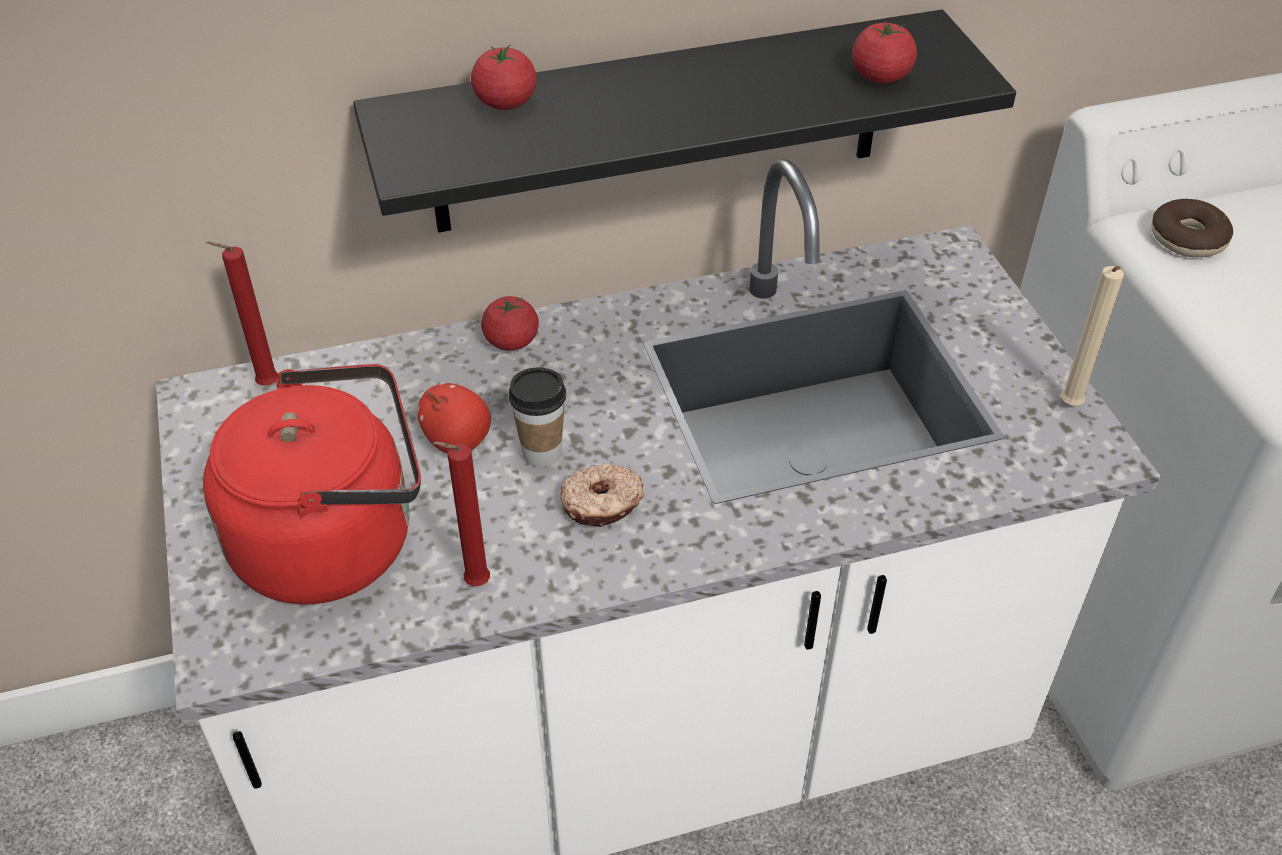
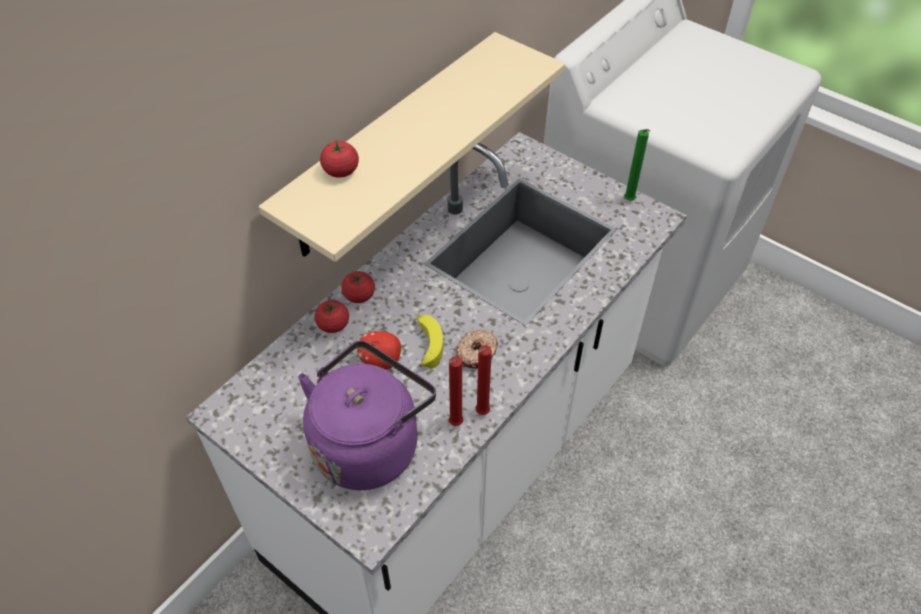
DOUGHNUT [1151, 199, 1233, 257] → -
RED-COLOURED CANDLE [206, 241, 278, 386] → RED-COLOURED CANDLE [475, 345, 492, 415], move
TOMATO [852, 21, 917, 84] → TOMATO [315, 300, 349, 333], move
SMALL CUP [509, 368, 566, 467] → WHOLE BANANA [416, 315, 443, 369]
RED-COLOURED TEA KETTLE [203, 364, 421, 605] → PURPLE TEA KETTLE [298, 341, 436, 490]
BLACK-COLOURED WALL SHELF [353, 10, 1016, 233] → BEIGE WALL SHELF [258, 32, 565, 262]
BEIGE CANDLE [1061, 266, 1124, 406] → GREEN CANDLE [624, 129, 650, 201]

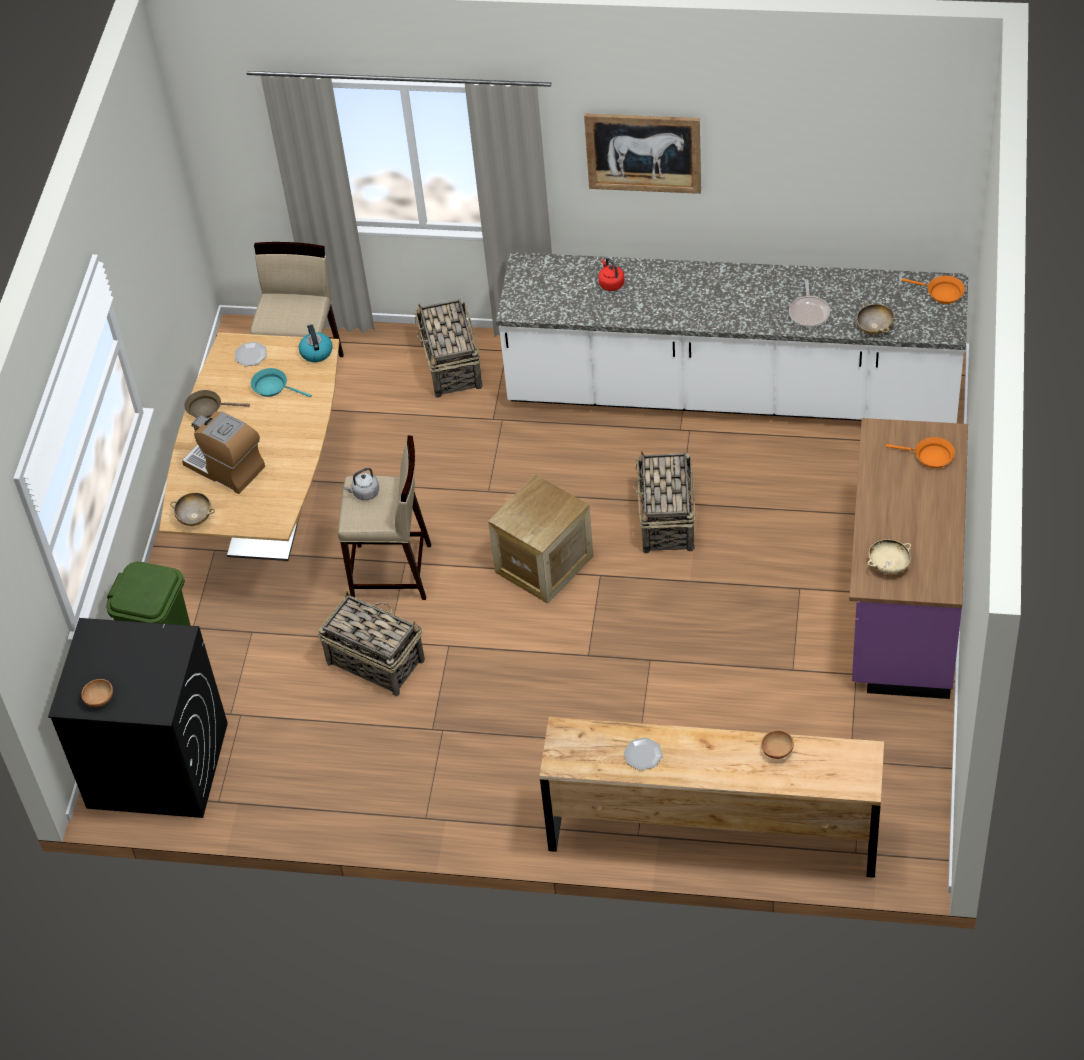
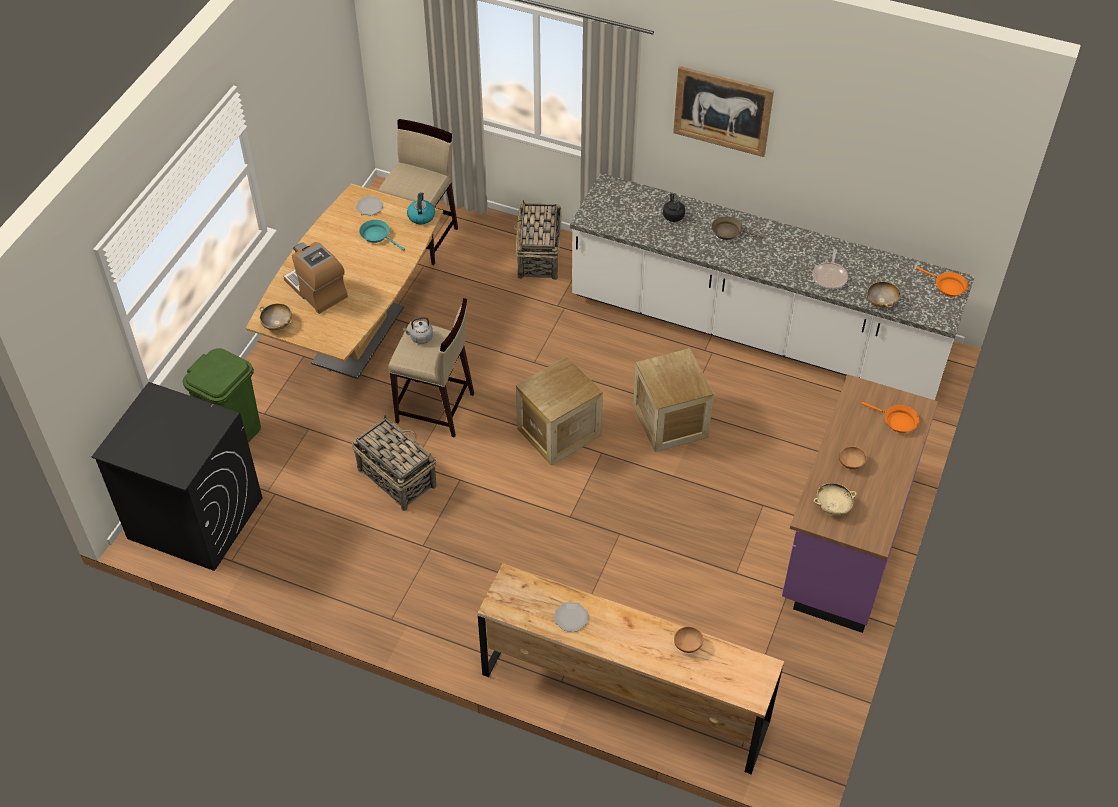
BROWNISH DEEP DISH [81, 679, 113, 707] → BROWNISH DEEP DISH [839, 446, 867, 470], move
BROWNISH SKILLET [184, 390, 250, 418] → BROWNISH SKILLET [712, 216, 765, 240], move
BASKET [633, 452, 695, 553] → PACKING CRATE [633, 348, 714, 452]
RED-COLOURED TEA KETTLE [598, 258, 625, 291] → BLACK-COLOURED TEA KETTLE [663, 193, 685, 222]

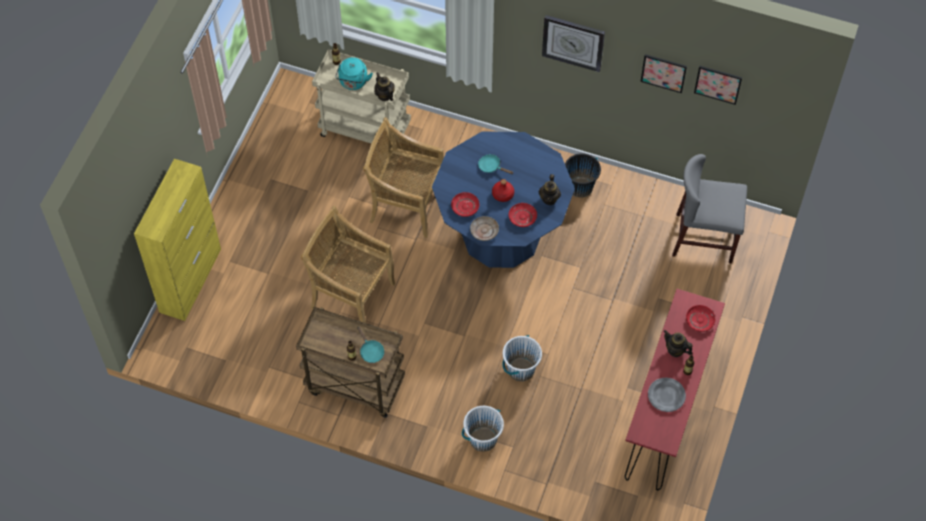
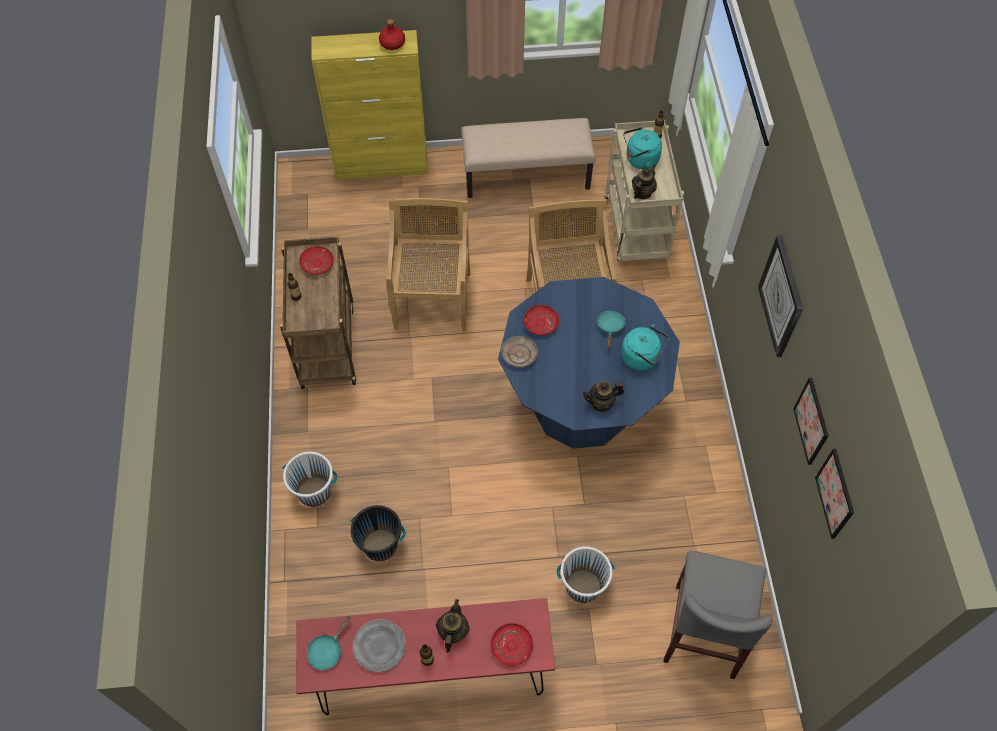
- → BEIGE LONG SEAT [461, 118, 596, 198]
- → BLUE-GREEN TEA KETTLE [621, 324, 669, 371]
BLUE-GREEN SKILLET [357, 326, 384, 363] → BLUE-GREEN SKILLET [307, 615, 351, 670], move
RED-COLOURED DRINK BOTTLE [492, 179, 514, 202] → RED-COLOURED DRINK BOTTLE [379, 19, 405, 50], move
WHITE-COLOURED PAIL [502, 335, 542, 381] → WHITE-COLOURED PAIL [557, 546, 615, 603], move
RED-COLOURED DINNER PLATE [509, 203, 537, 227] → RED-COLOURED DINNER PLATE [299, 246, 334, 275], move
BLACK-COLOURED PAIL [565, 153, 601, 198] → BLACK-COLOURED PAIL [350, 505, 406, 561], move
GRAY CHAIR [672, 154, 747, 264] → GRAY CHAIR [663, 550, 773, 679], 150 degrees counterclockwise

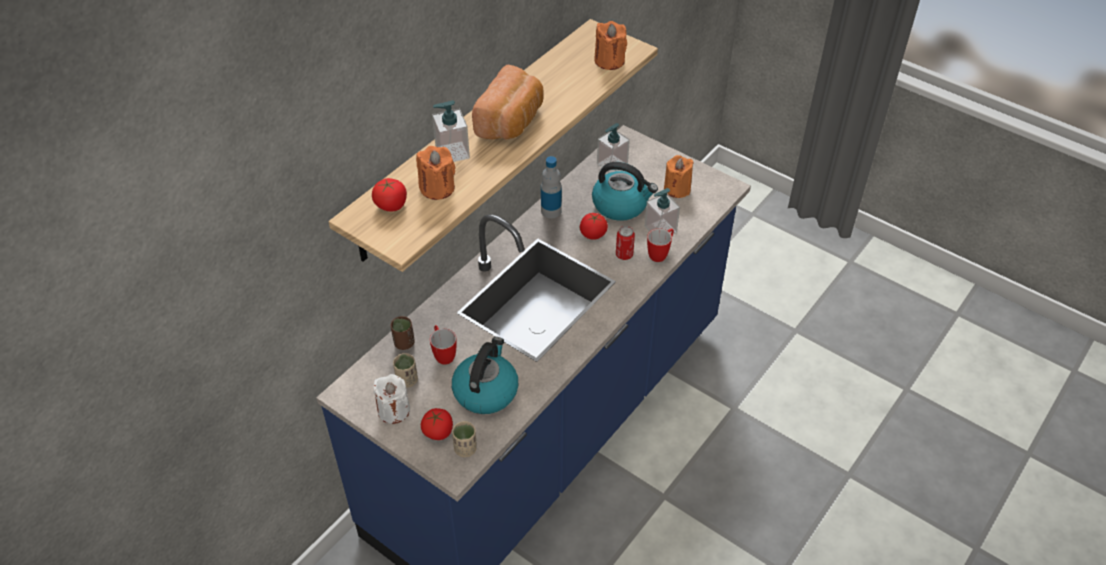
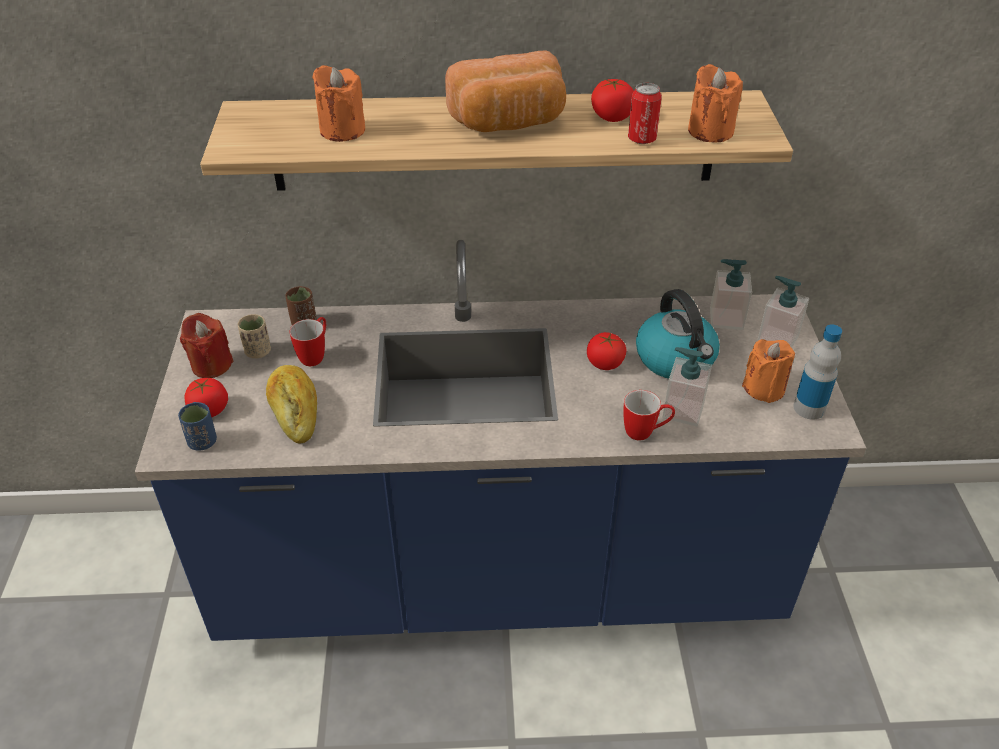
TOMATO [372, 178, 407, 212] → TOMATO [591, 79, 634, 122], move
LIQUID SOAP BOTTLE [432, 100, 470, 162] → LIQUID SOAP BOTTLE [757, 276, 809, 348], move
DRINK BOTTLE [541, 156, 562, 218] → DRINK BOTTLE [793, 324, 842, 420], move
METAL CAN [616, 226, 635, 260] → METAL CAN [628, 83, 662, 144], move
TEA KETTLE [452, 337, 518, 414] → BREAD [266, 365, 317, 444]
WHITE-COLOURED CANDLE [374, 374, 410, 424] → RED-COLOURED CANDLE [180, 313, 234, 378]
BEIGE SMALL CUP [452, 421, 477, 457] → BLUISH SMALL CUP [178, 402, 217, 451]

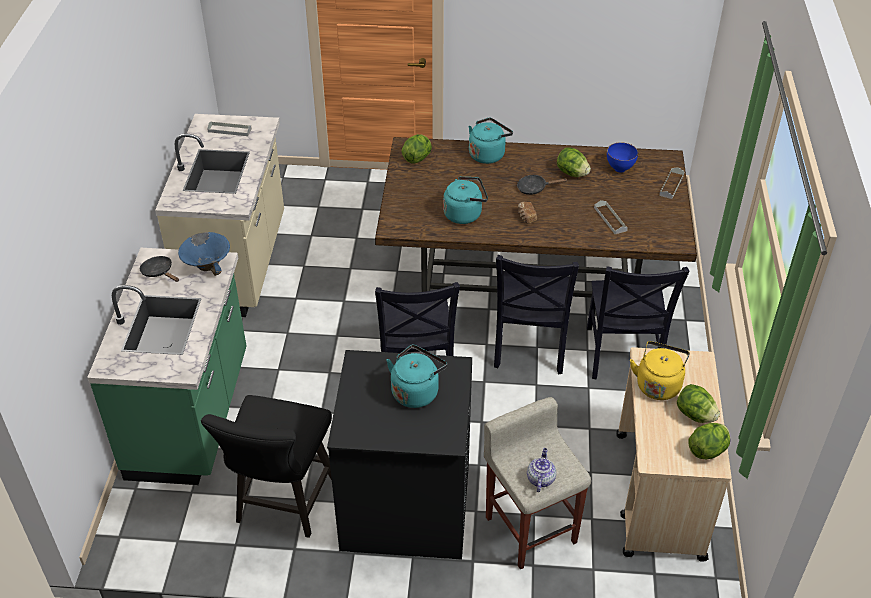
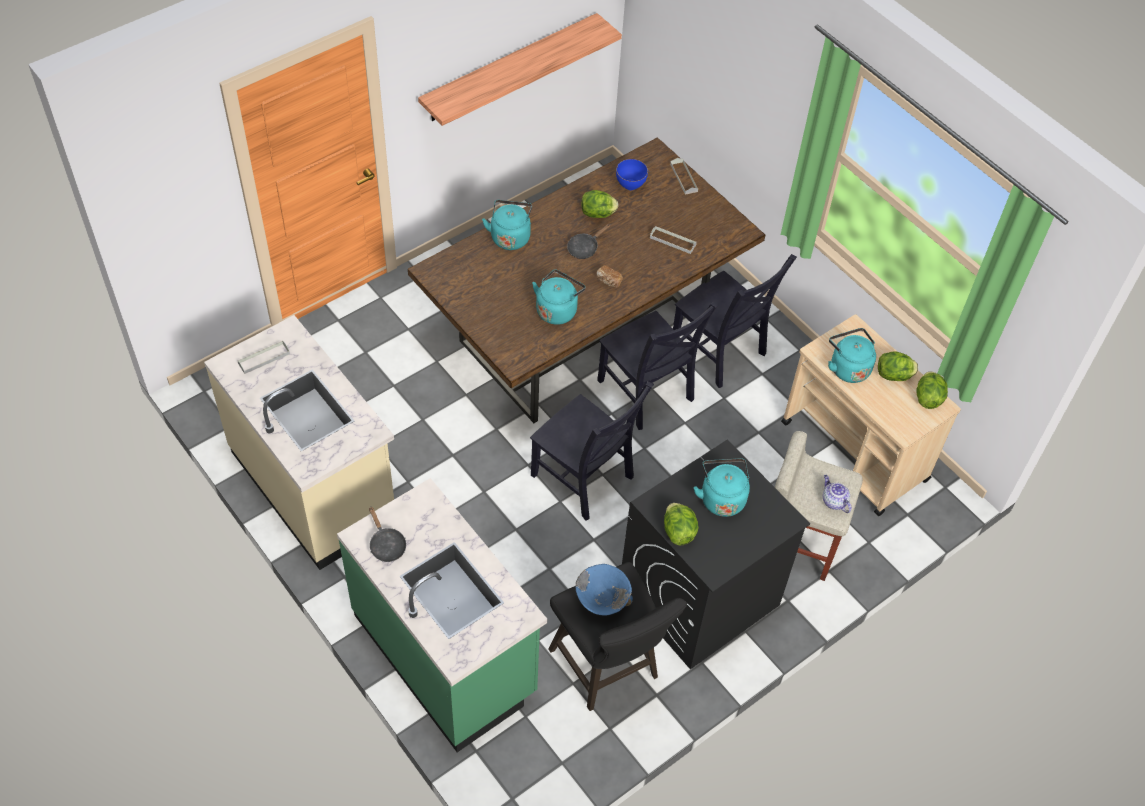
- → WALL SHELF [418, 13, 622, 126]
BLUISH DEEP DISH [178, 232, 230, 276] → BLUISH DEEP DISH [575, 564, 633, 616], move
LETTUCE HEAD [401, 134, 432, 164] → LETTUCE HEAD [664, 503, 699, 545], move
YELLOWISH TEA KETTLE [630, 341, 690, 400] → BLUE-GREEN TEA KETTLE [828, 328, 876, 383]
BLACK-COLOURED SKILLET [140, 256, 179, 282] → BLACK-COLOURED SKILLET [369, 506, 406, 562], 120 degrees counterclockwise

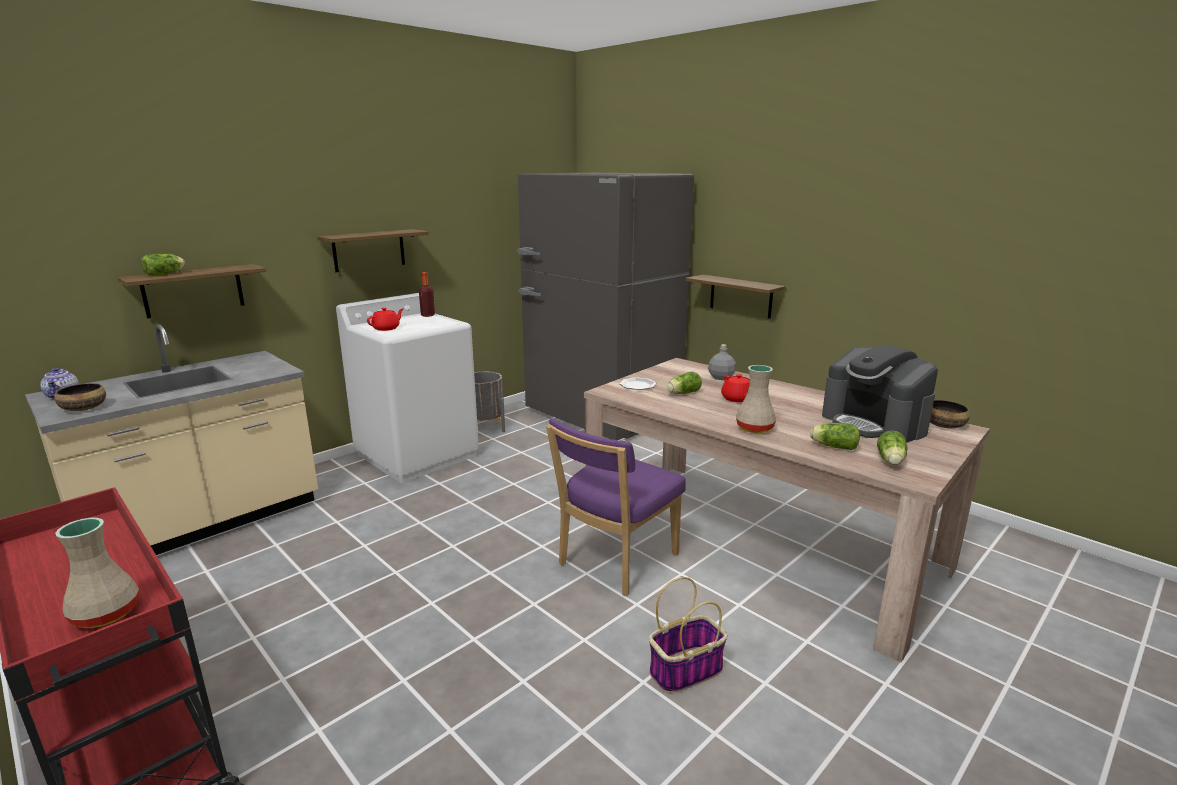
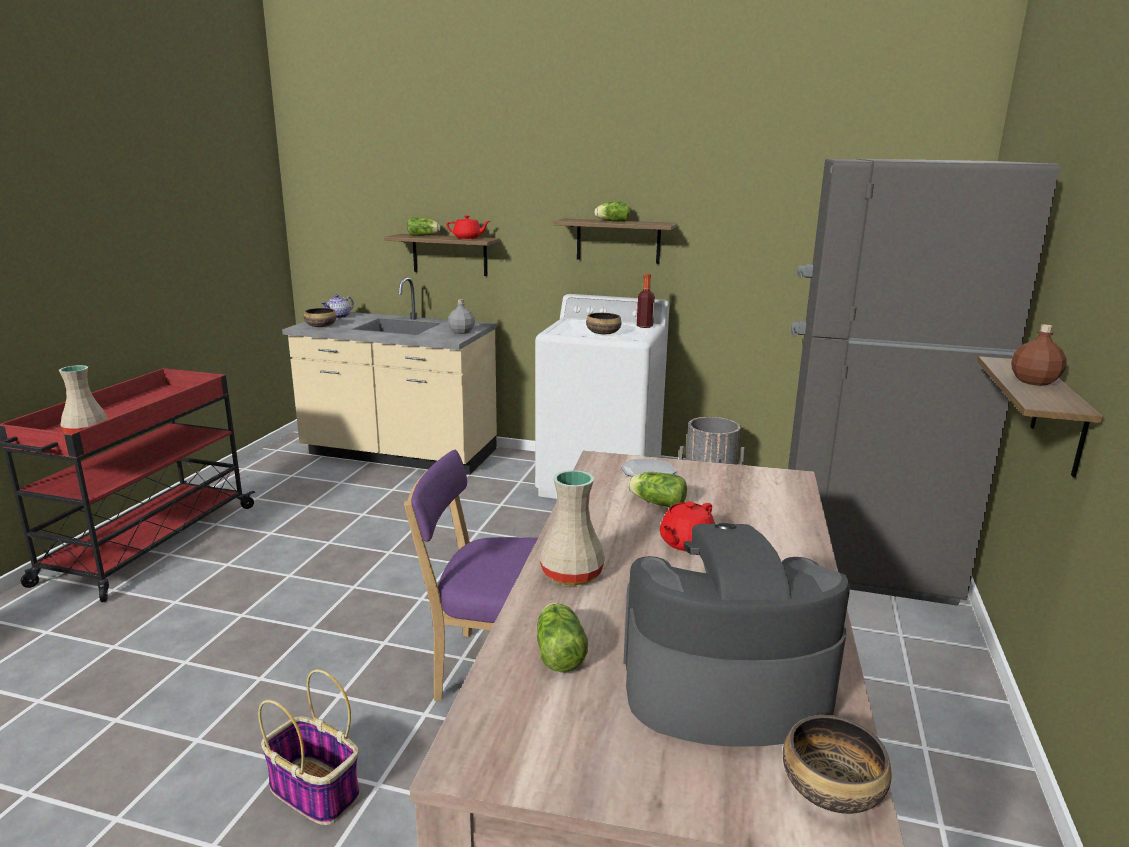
- → DEEP DISH [586, 313, 622, 334]
- → BROWNISH DRINK BOTTLE [1011, 324, 1067, 386]
RED-COLOURED TEAPOT [367, 308, 404, 331] → RED-COLOURED TEAPOT [446, 215, 490, 239], move
GRAY DRINK BOTTLE [708, 344, 736, 380] → GRAY DRINK BOTTLE [448, 299, 475, 334], move
LETTUCE HEAD [877, 431, 907, 465] → LETTUCE HEAD [595, 202, 630, 222], move
COFFEE BREWER [822, 345, 938, 443] → COFFEE BREWER [623, 523, 850, 746], 60 degrees clockwise

